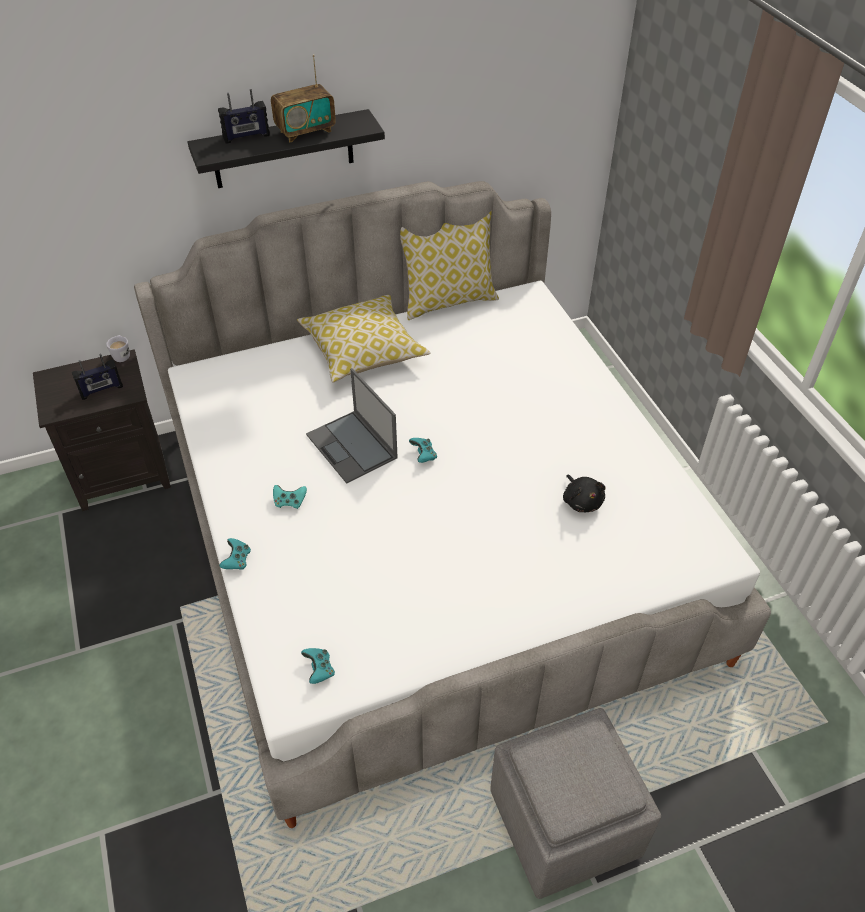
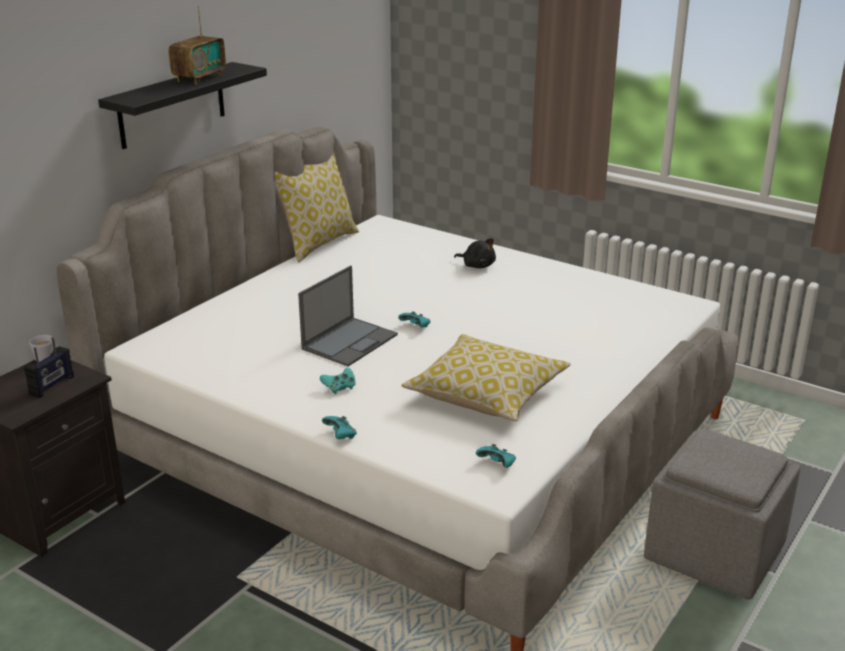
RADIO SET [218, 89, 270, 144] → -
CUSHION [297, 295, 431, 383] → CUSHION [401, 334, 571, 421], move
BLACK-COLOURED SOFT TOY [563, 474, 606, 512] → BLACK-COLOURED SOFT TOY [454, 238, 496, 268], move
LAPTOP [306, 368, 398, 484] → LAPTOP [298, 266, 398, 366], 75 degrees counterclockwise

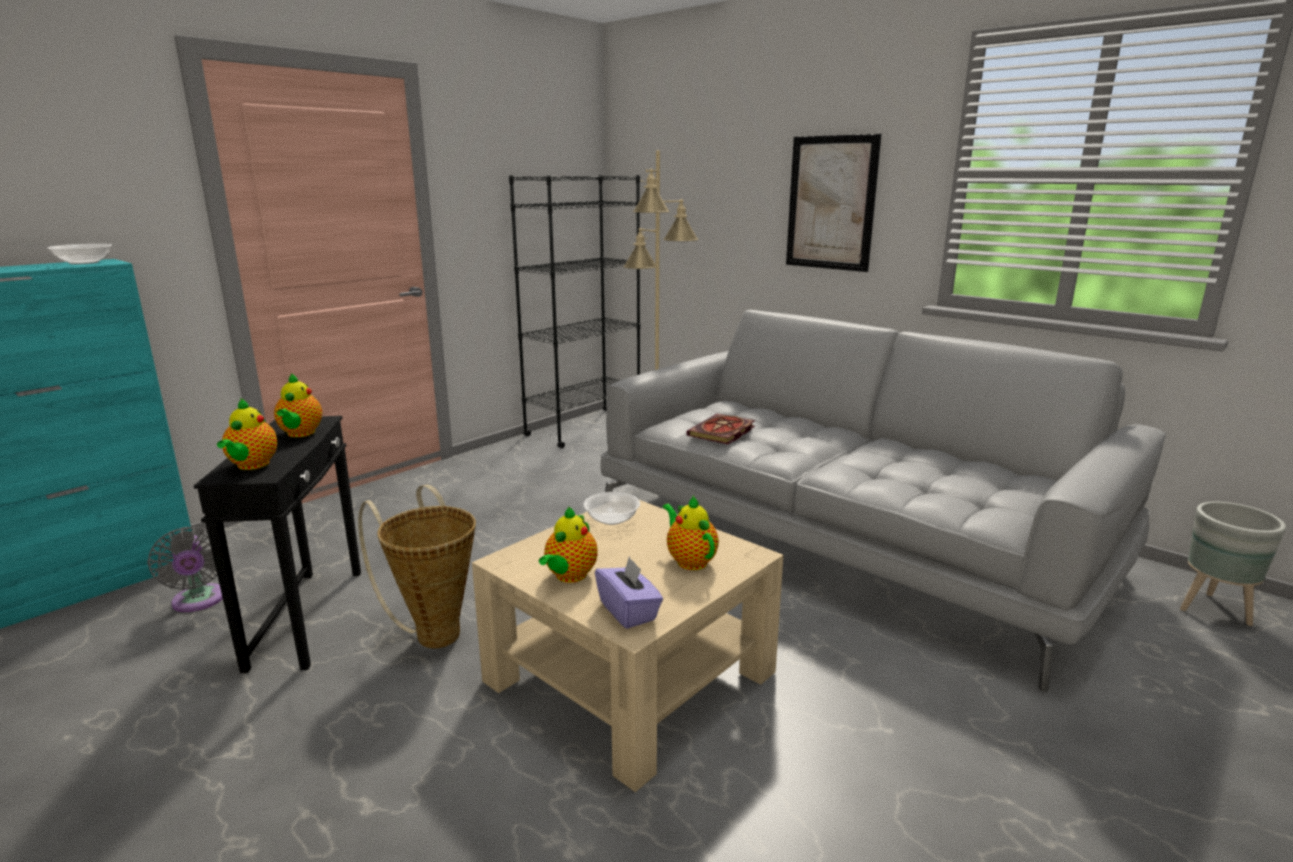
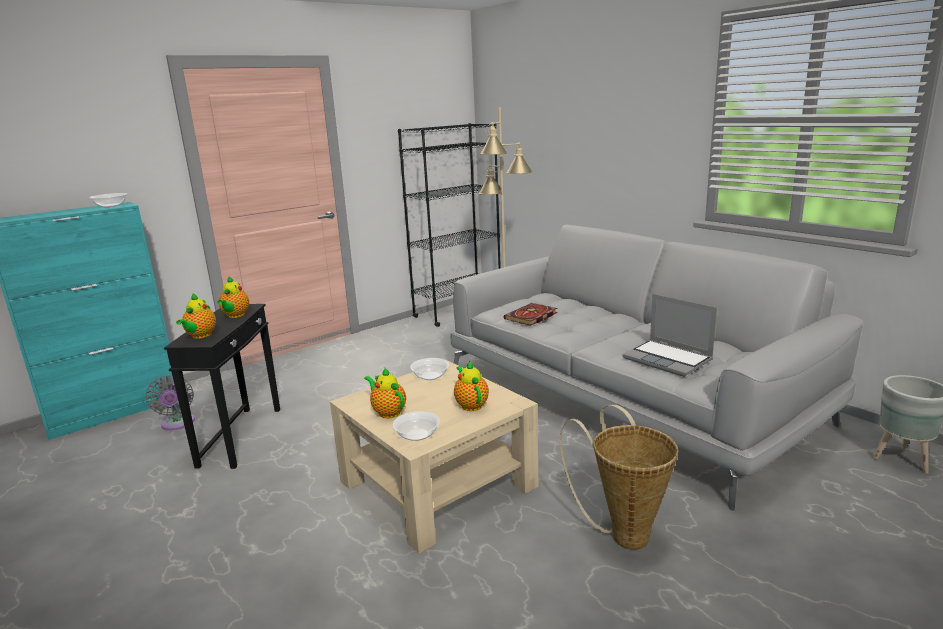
PICTURE [786, 134, 881, 272] → -
- → LAPTOP [623, 294, 717, 377]
BASKET [358, 485, 476, 648] → BASKET [560, 405, 678, 550], move
PURPLE TISSUE BOX [595, 557, 663, 629] → DEEP DISH [393, 411, 440, 441]
TEAPOT [539, 507, 598, 583] → TEAPOT [364, 367, 406, 418], 105 degrees clockwise

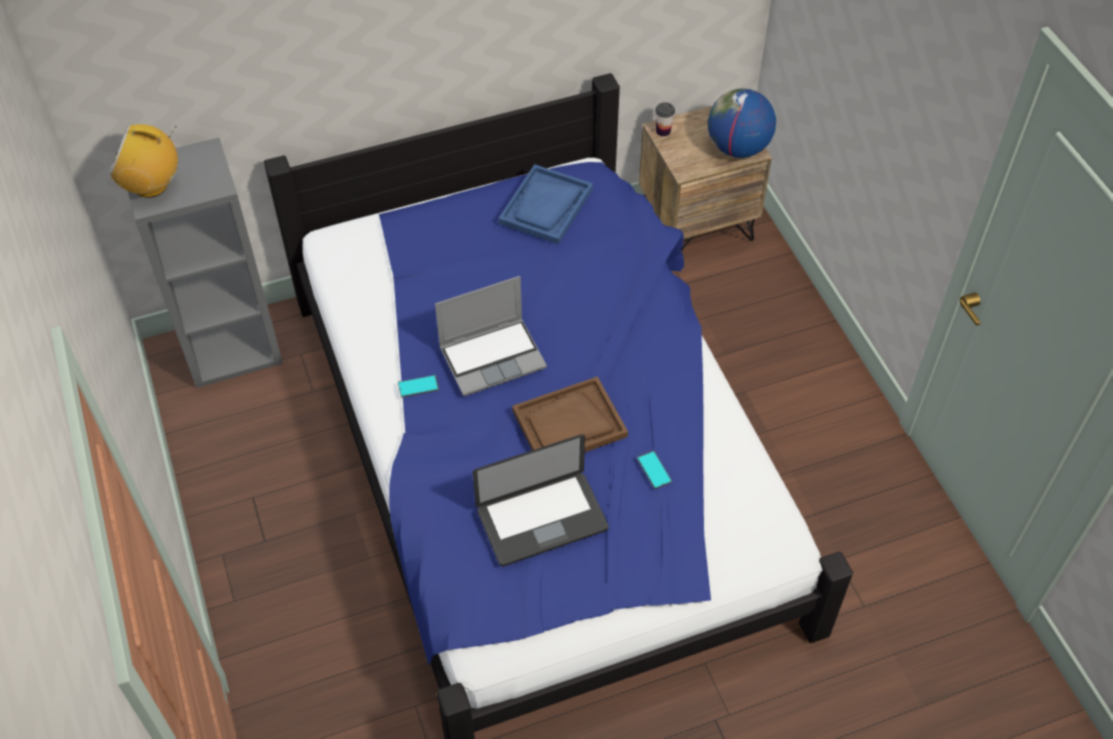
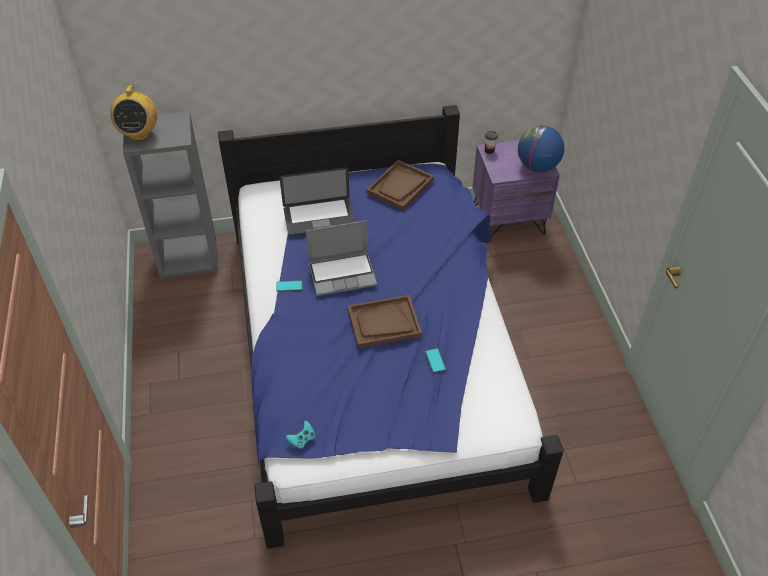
- → BLUE-GREEN GAME CONTROLLER [286, 421, 315, 449]
LAPTOP [473, 434, 609, 566] → LAPTOP [280, 167, 355, 237], move
BLUISH CARRYING TRAY [499, 164, 593, 244] → BROWNISH CARRYING TRAY [367, 160, 434, 210]
BROWNISH BEDSIDE TABLE [639, 106, 772, 251] → PURPLE BEDSIDE TABLE [472, 140, 560, 238]
RADIO SET [109, 124, 178, 198] → RADIO SET [110, 85, 157, 141], 105 degrees counterclockwise

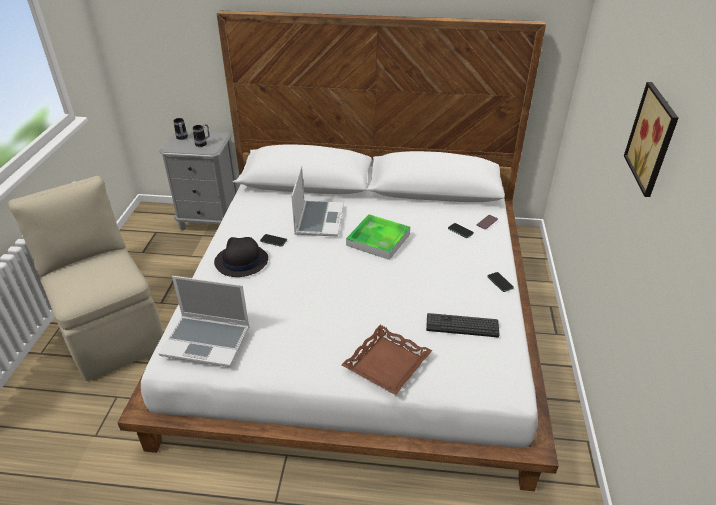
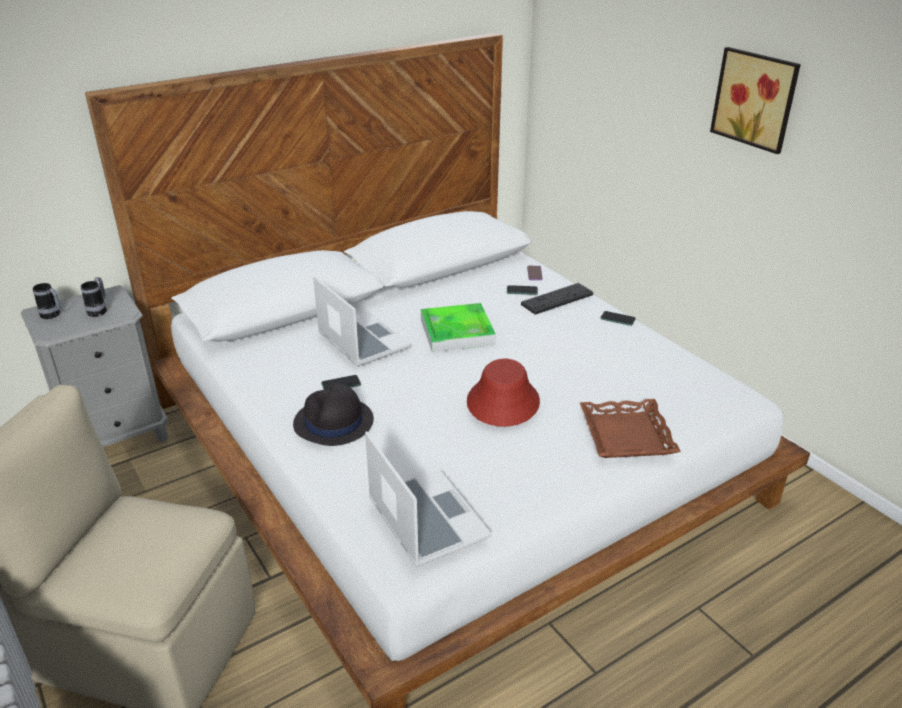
- → RED-COLOURED CLOTHING HAT [467, 359, 540, 427]
PC KEYBOARD [426, 313, 500, 337] → PC KEYBOARD [521, 283, 593, 314], move
LAPTOP [158, 276, 250, 367] → LAPTOP [365, 431, 491, 567], 90 degrees counterclockwise

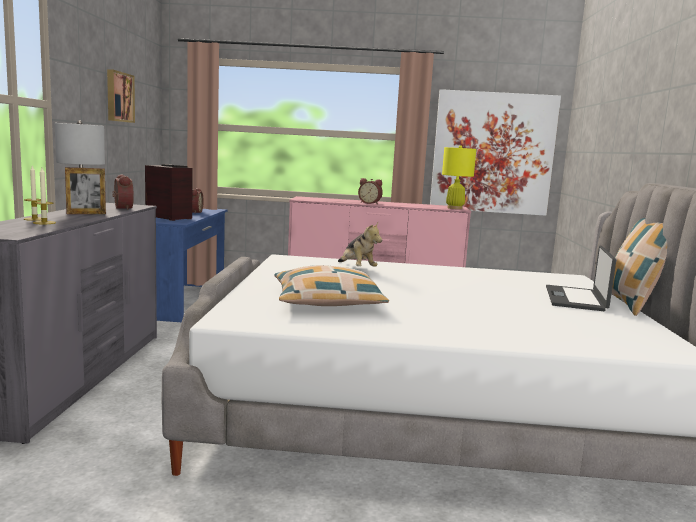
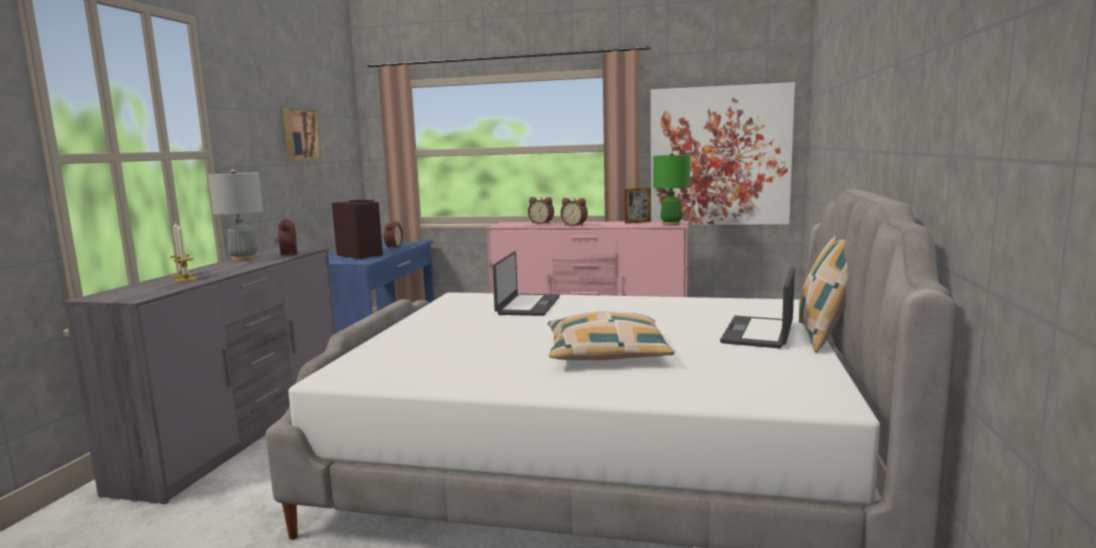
- → ALARM CLOCK [528, 197, 554, 224]
STANDING FRAME [65, 167, 106, 214] → STANDING FRAME [625, 188, 651, 224], move
CUSHION [274, 265, 389, 306] → CUSHION [548, 312, 675, 360], move
SOFT TOY [338, 222, 382, 267] → LAPTOP [492, 251, 560, 316]
YELLOWISH TABLETOP LAMP [442, 145, 476, 209] → GREEN TABLETOP LAMP [653, 153, 690, 226]

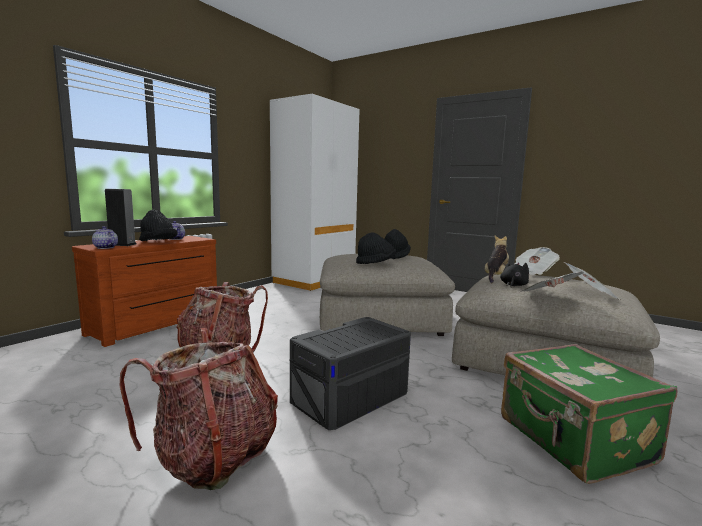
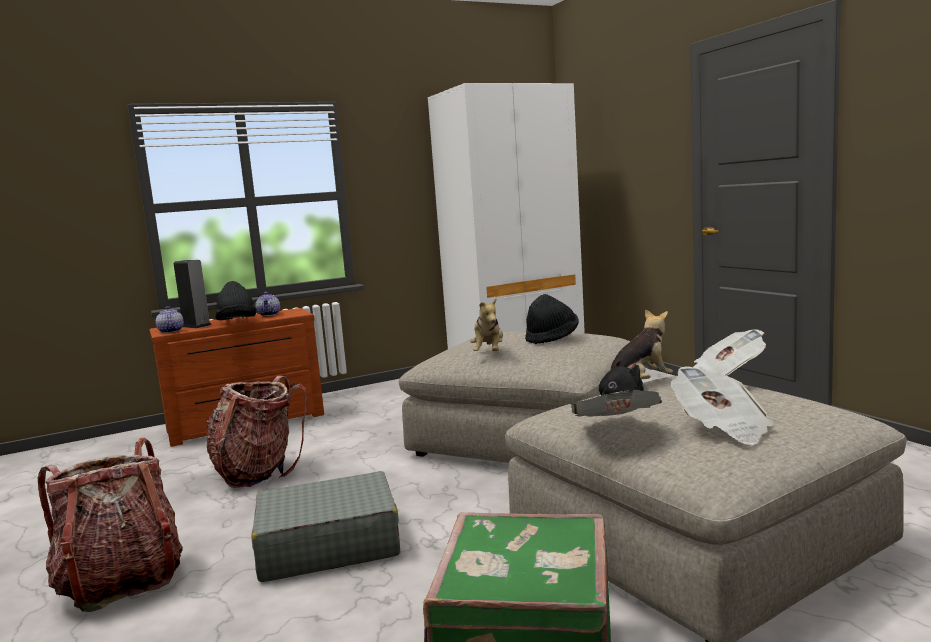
GRAY STORAGE CONTAINER [290, 317, 411, 430] → GRAY TRAVEL CASE [251, 471, 400, 582]
BLACK-COLOURED CLOTHING HAT [356, 233, 396, 264] → SOFT TOY [470, 298, 503, 351]

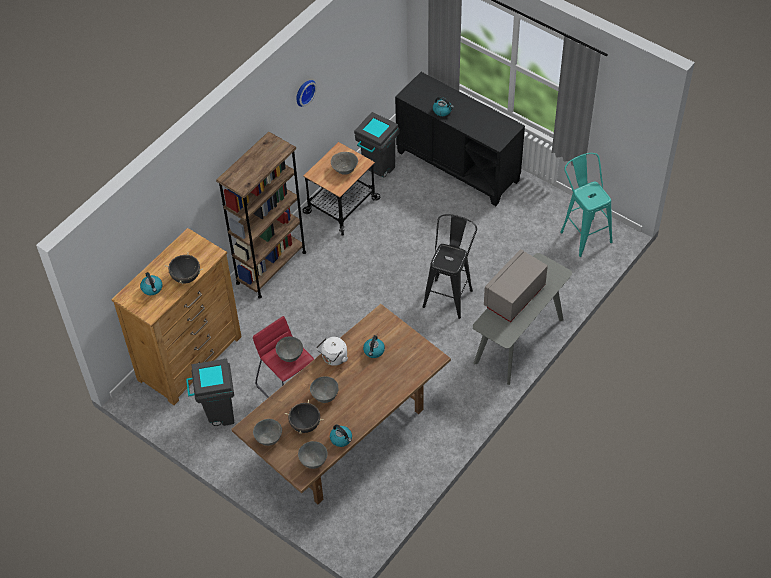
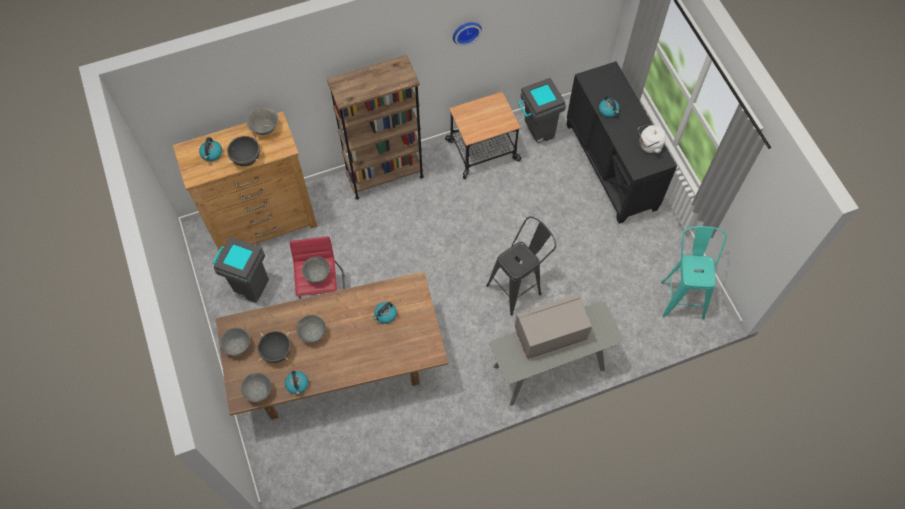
WHITE-COLOURED TEA KETTLE [316, 337, 348, 366] → WHITE-COLOURED TEA KETTLE [638, 124, 666, 153], move
GRAY DEEP DISH [331, 152, 358, 175] → GRAY DEEP DISH [246, 108, 278, 135], move

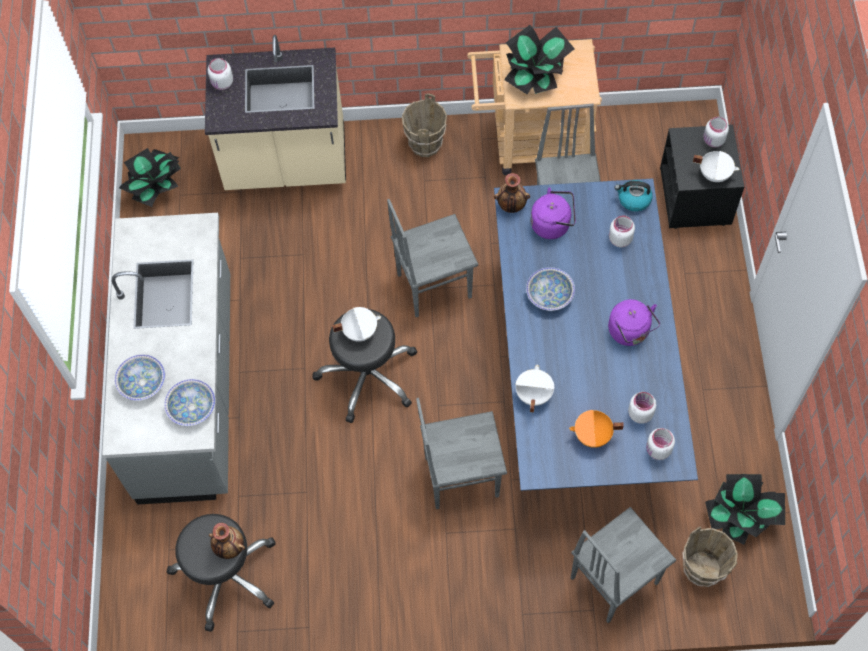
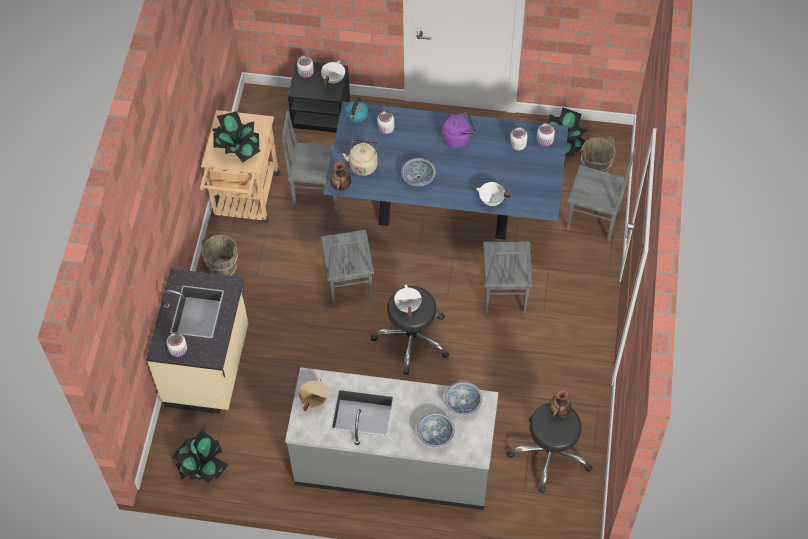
ORANGEY SAUCEPOT [569, 410, 624, 448] → -
- → BEIGE SAUCEPOT [299, 378, 328, 411]
PURPLE TEA KETTLE [531, 187, 576, 239] → BEIGE TEA KETTLE [342, 139, 379, 176]
GRAY CHAIR [571, 507, 676, 623] → GRAY CHAIR [567, 147, 636, 241], 45 degrees counterclockwise

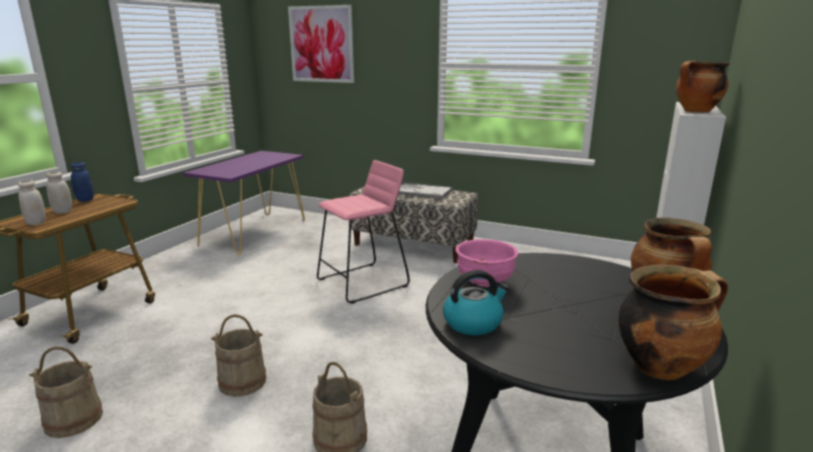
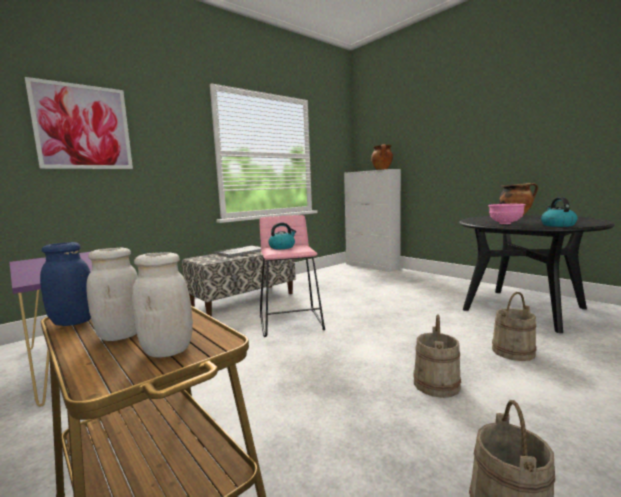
SAUCEPOT [618, 265, 728, 380] → -
- → TEA KETTLE [268, 222, 296, 249]

